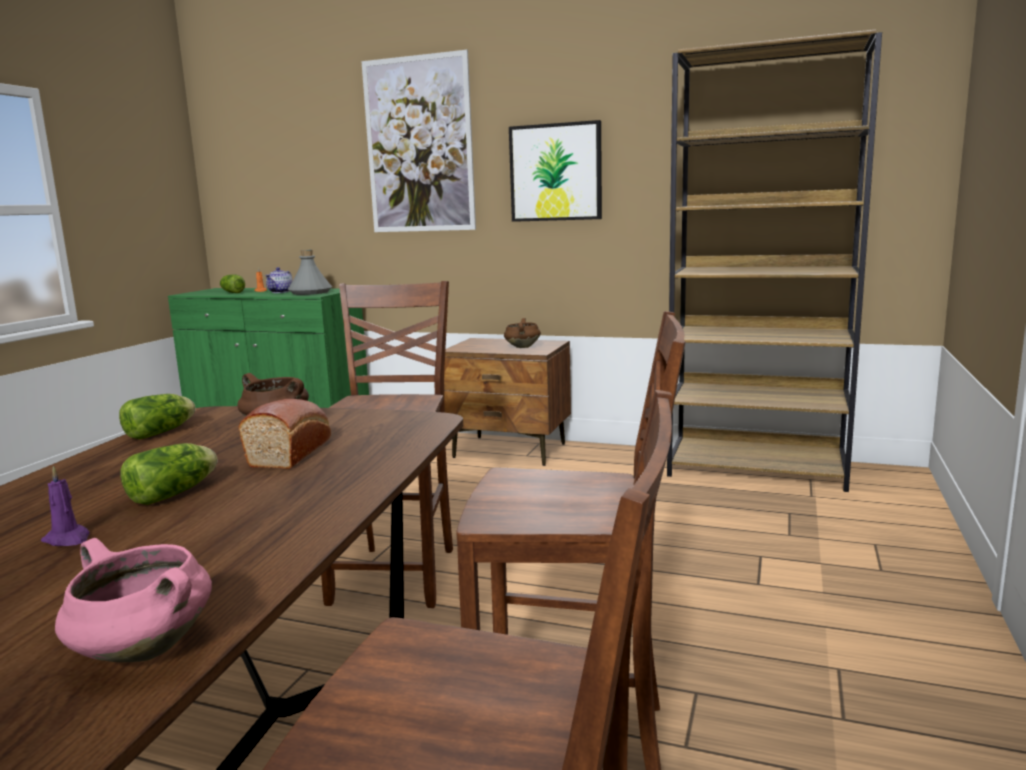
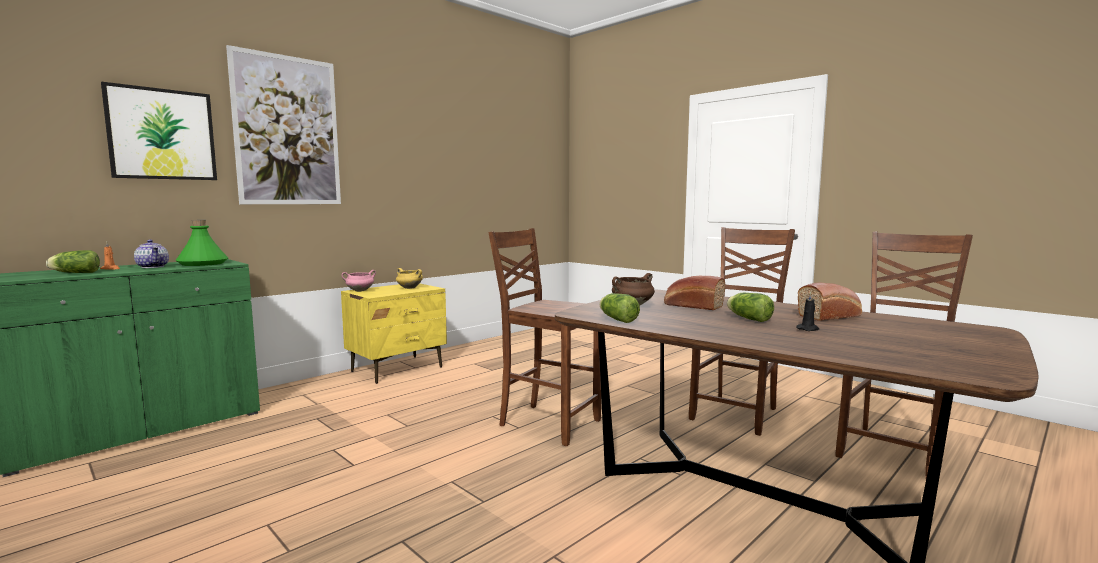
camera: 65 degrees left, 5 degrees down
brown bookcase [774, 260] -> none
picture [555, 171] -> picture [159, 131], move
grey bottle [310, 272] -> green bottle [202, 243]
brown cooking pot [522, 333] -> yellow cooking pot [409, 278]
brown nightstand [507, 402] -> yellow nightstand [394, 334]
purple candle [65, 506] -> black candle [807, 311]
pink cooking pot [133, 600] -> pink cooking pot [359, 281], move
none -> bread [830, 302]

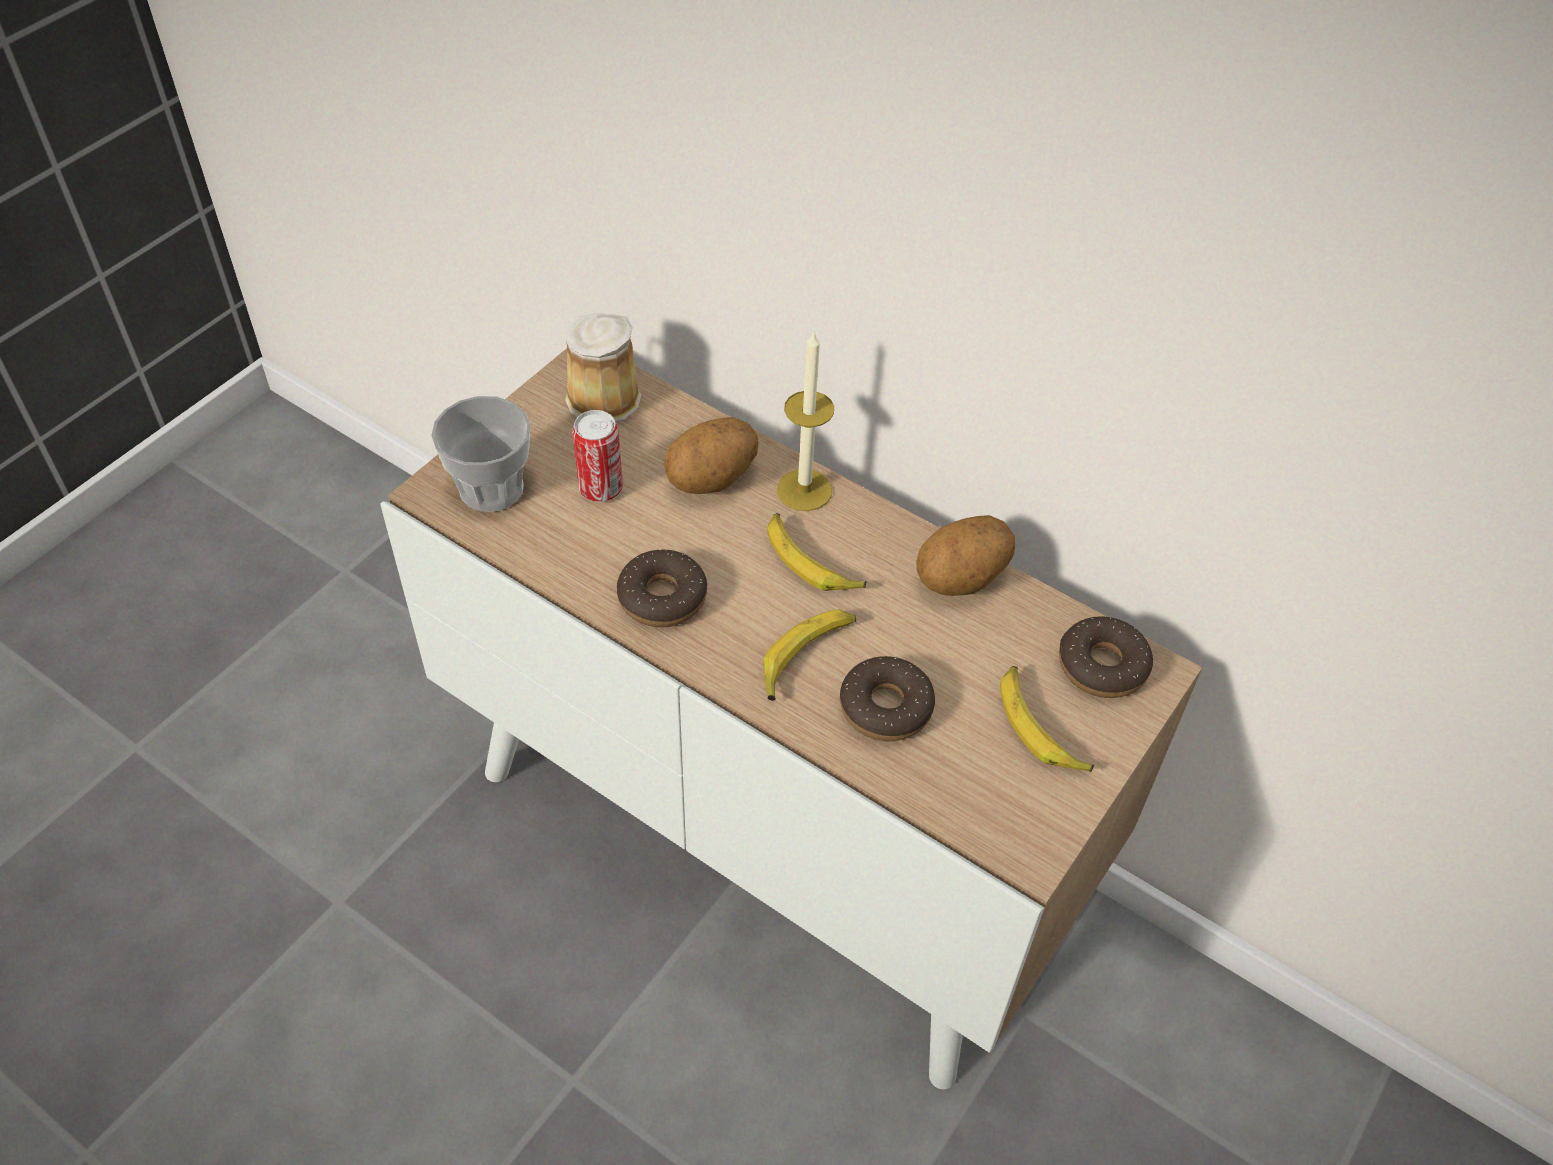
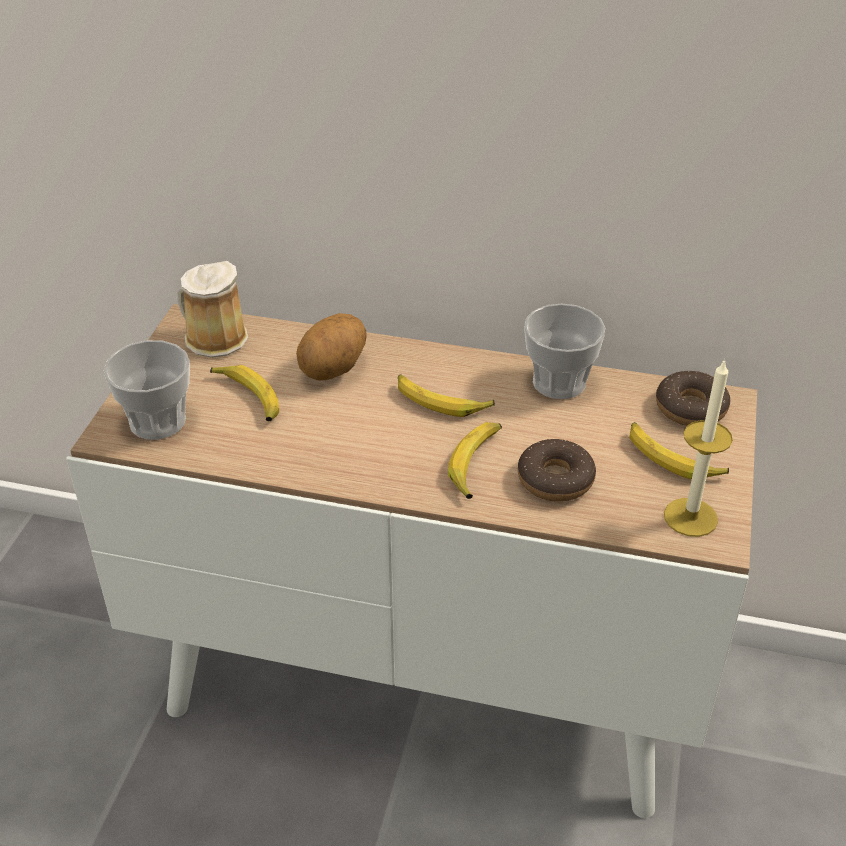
camera: 20 degrees left, 10 degrees down
candle [805, 421] -> candle [698, 448], move
can [597, 456] -> banana [244, 393]
potato [965, 555] -> cup [564, 351]
donut [662, 588] -> none

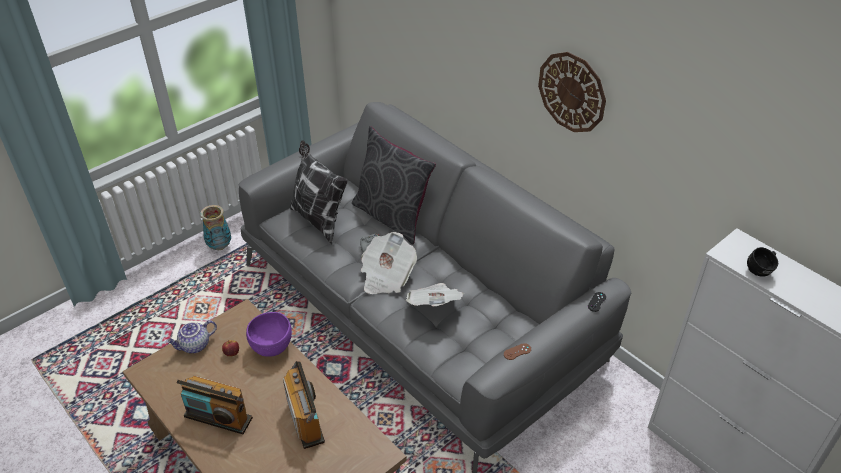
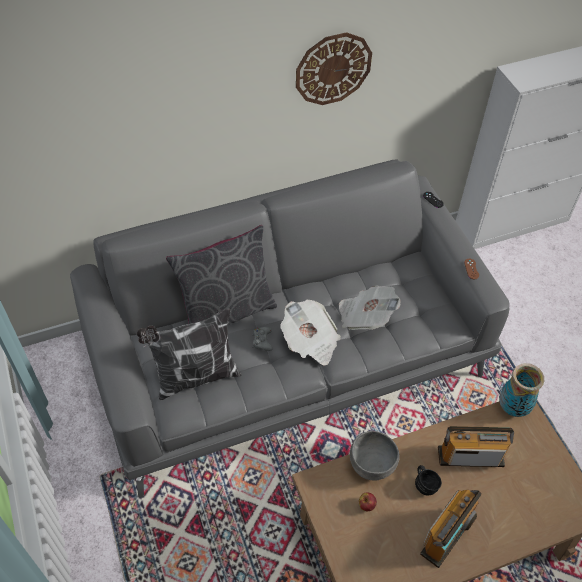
camera: 70 degrees left, 10 degrees up
vase [215, 227] -> vase [521, 390], move
black mug [762, 262] -> black mug [428, 480], move
purple bowl [269, 334] -> grey bowl [375, 456]
teapot [191, 336] -> none

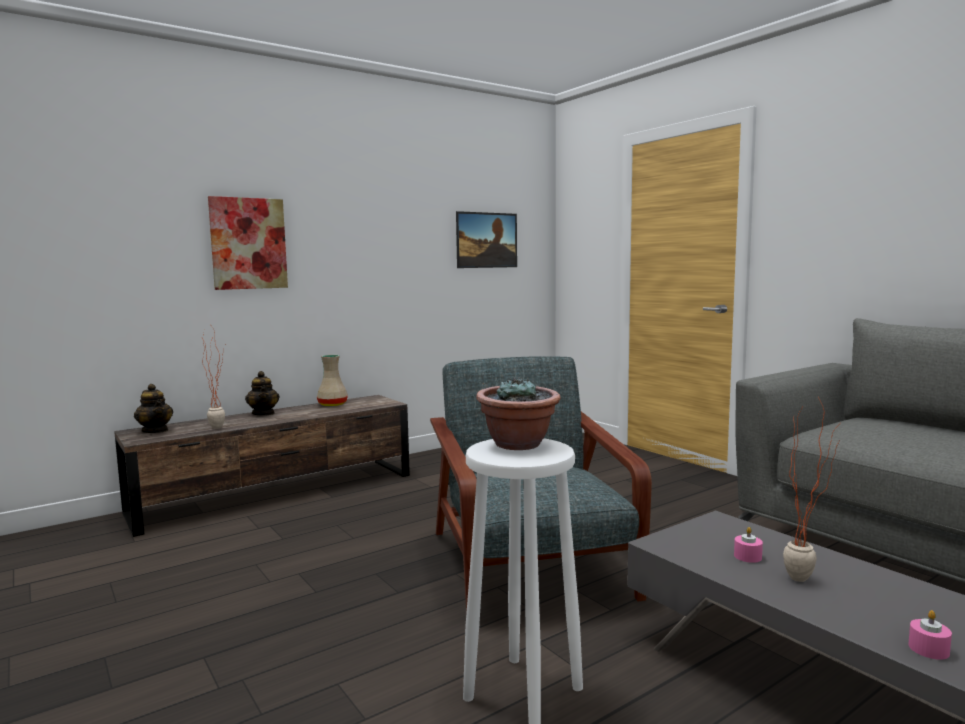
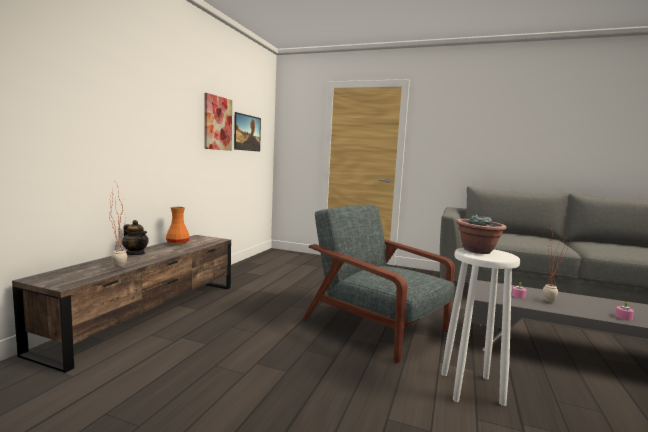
camera: 35 degrees left, 0 degrees up
picture [248, 243] -> picture [218, 122], move
beige vase [332, 380] -> orange vase [178, 226]
teapot [153, 408] -> none

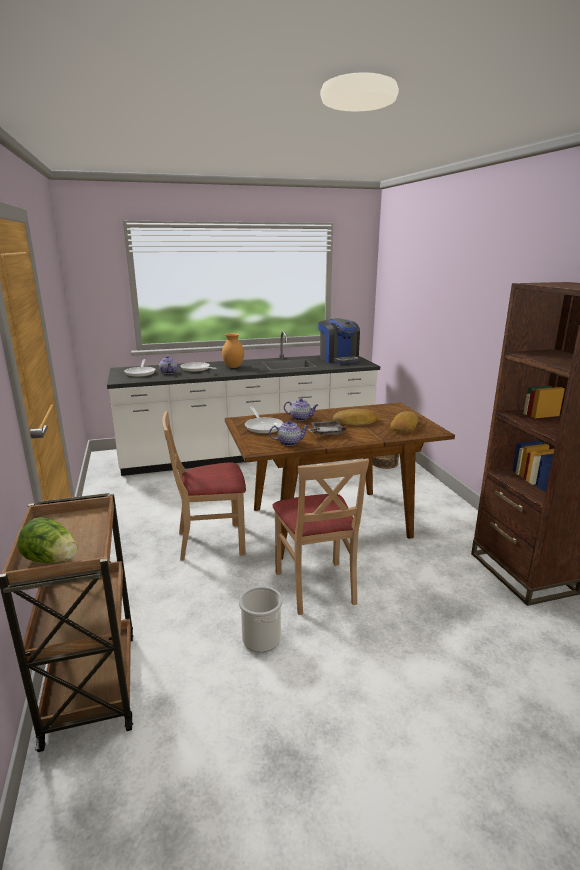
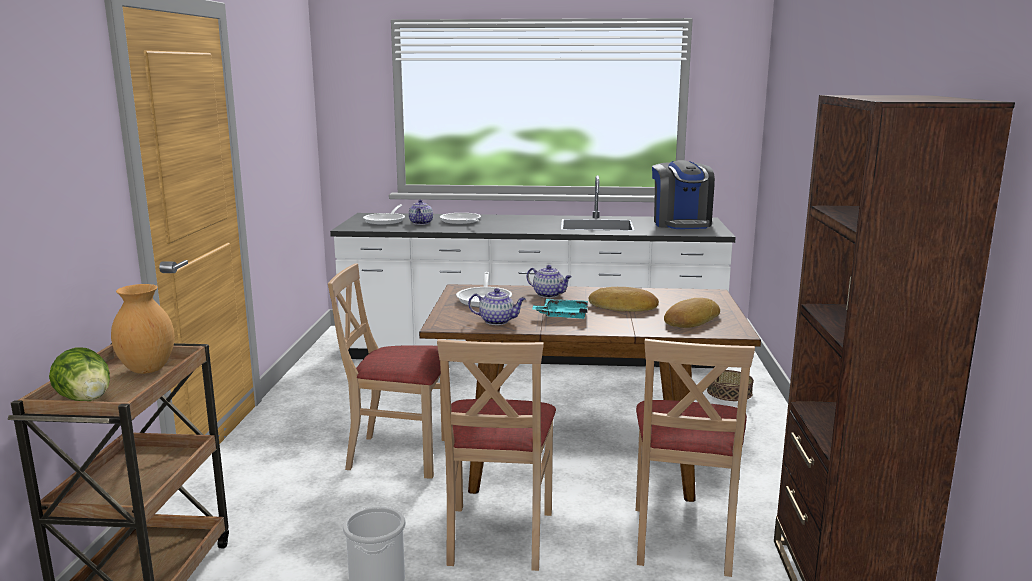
camera: 20 degrees right, 5 degrees down
brown vase [233, 350] -> brown vase [143, 329], move
grey tray [327, 428] -> turquoise tray [560, 309]
none -> beige chair [695, 458]

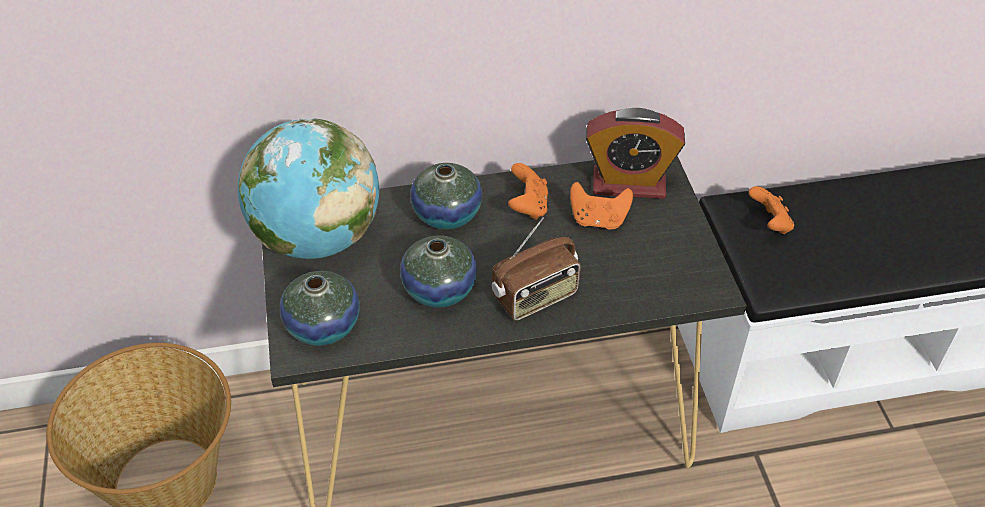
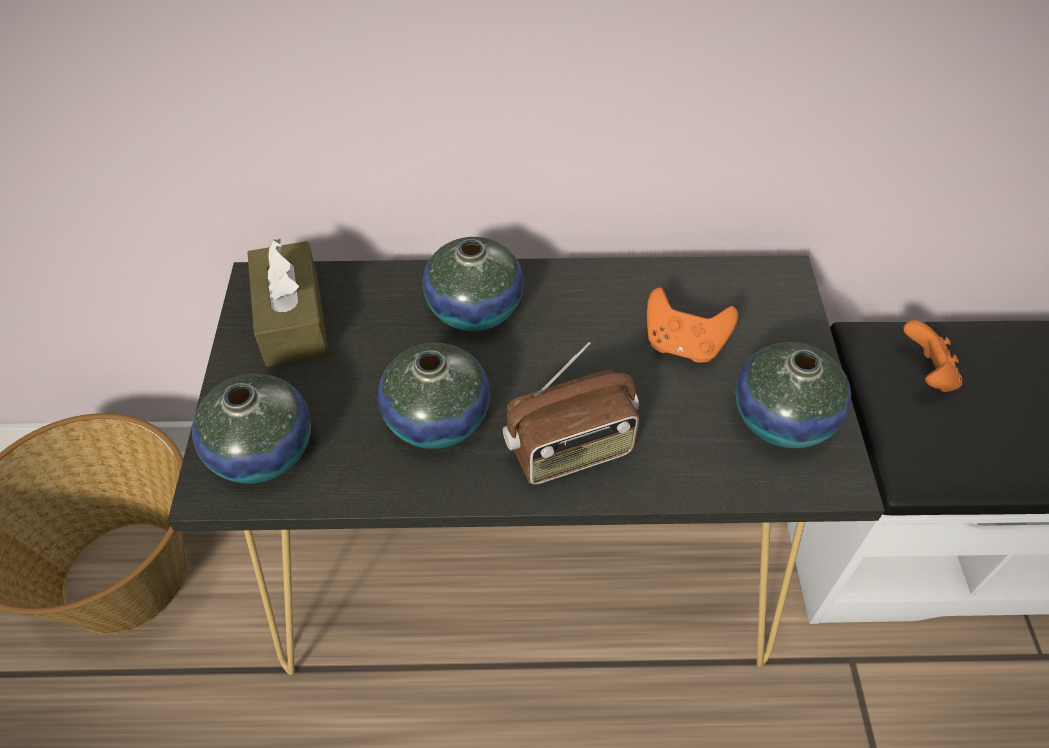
camera: 10 degrees right, 5 degrees up
alarm clock [635, 153] -> none
globe [308, 189] -> brown tissue box [288, 302]
orange game controller [528, 191] -> none
none -> vase [793, 395]

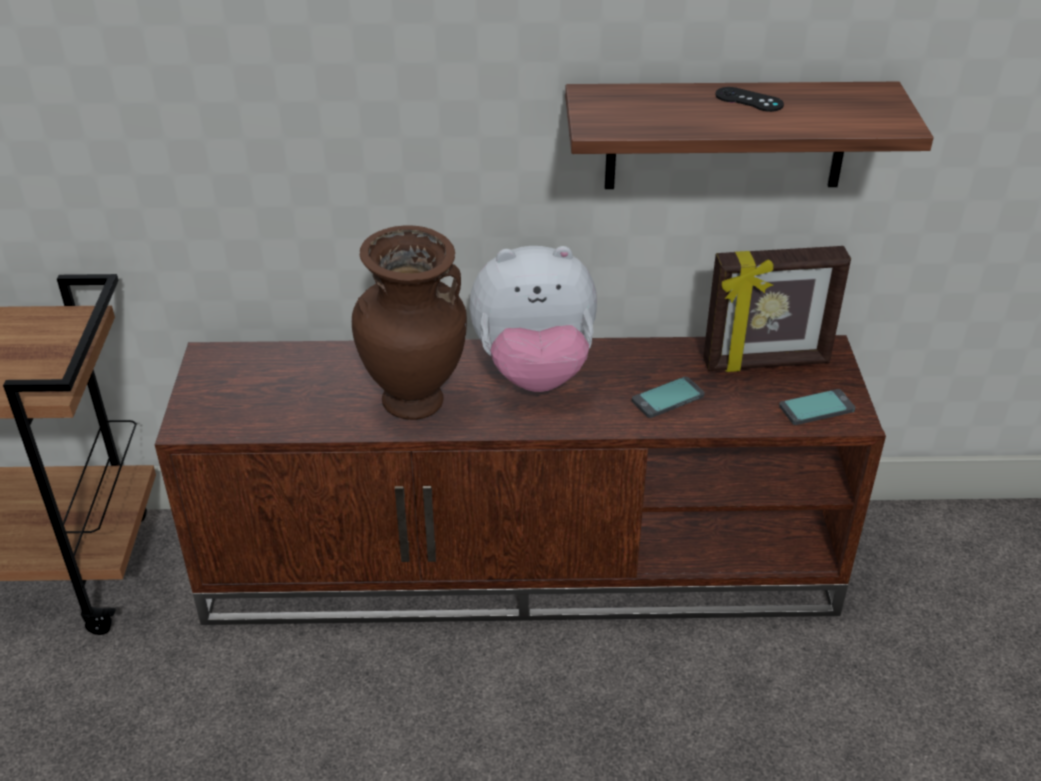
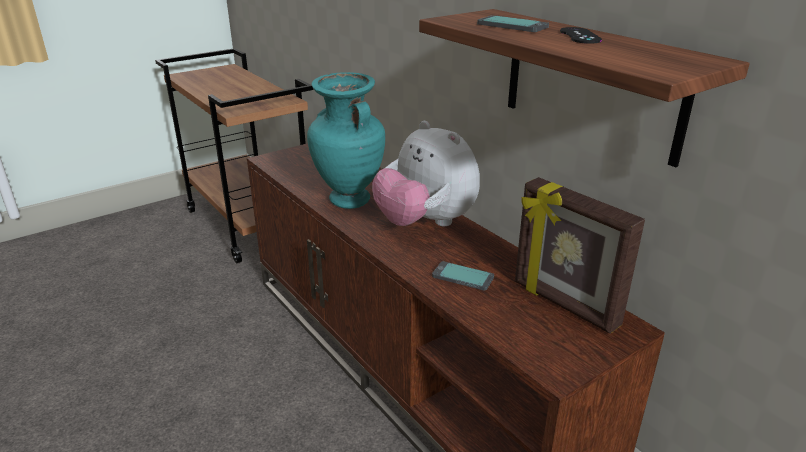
camera: 55 degrees right, 10 degrees down
brown vase [409, 322] -> turquoise vase [346, 140]
phone [817, 407] -> phone [513, 24], move

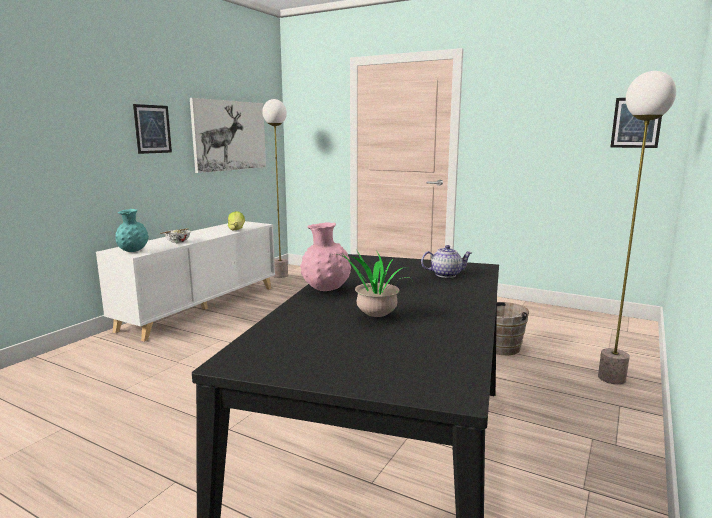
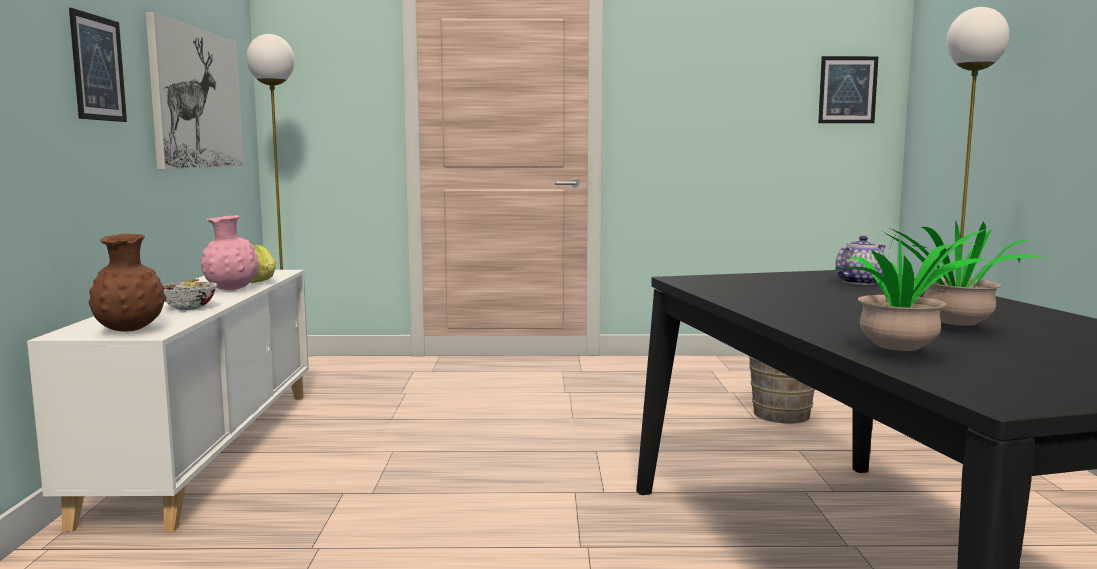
camera: 30 degrees left, 5 degrees down
turquoise vase [132, 230] -> brown vase [128, 283]
pink vase [325, 256] -> pink vase [230, 253], move
none -> potted plant [911, 291]

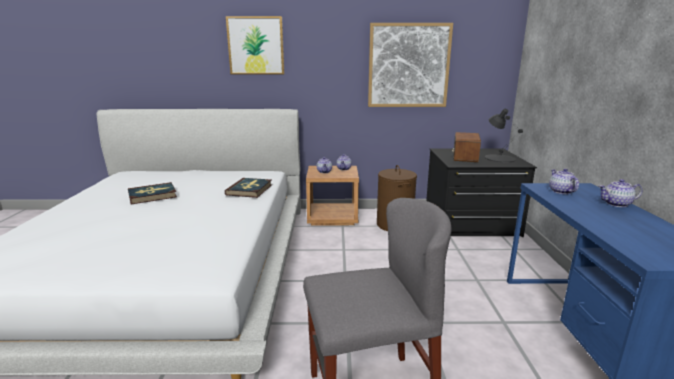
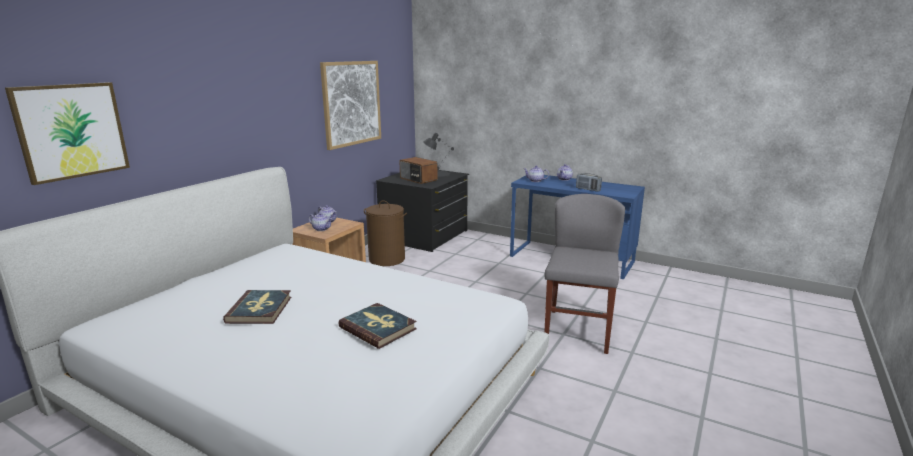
camera: 60 degrees left, 0 degrees up
picture [255, 45] -> picture [67, 133], move
book [248, 188] -> book [377, 326], move
none -> radio [589, 182]

